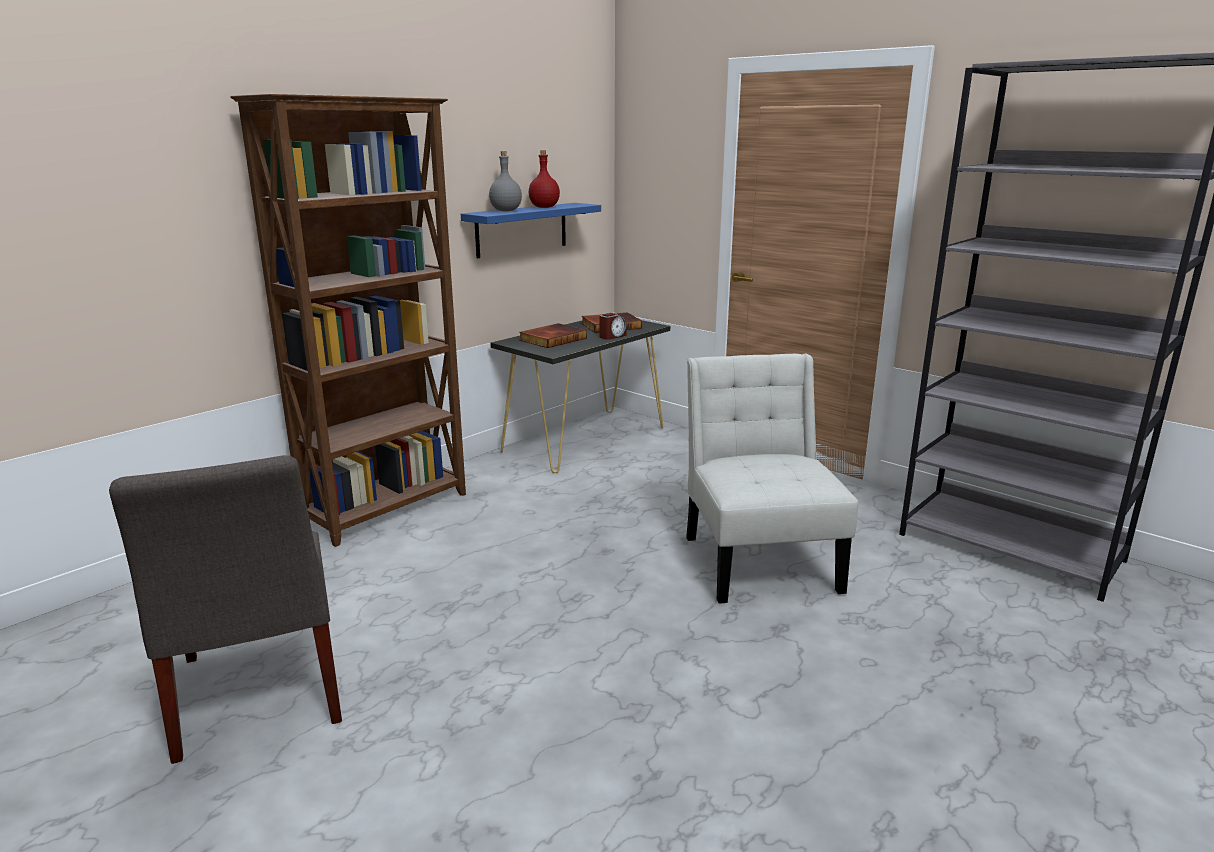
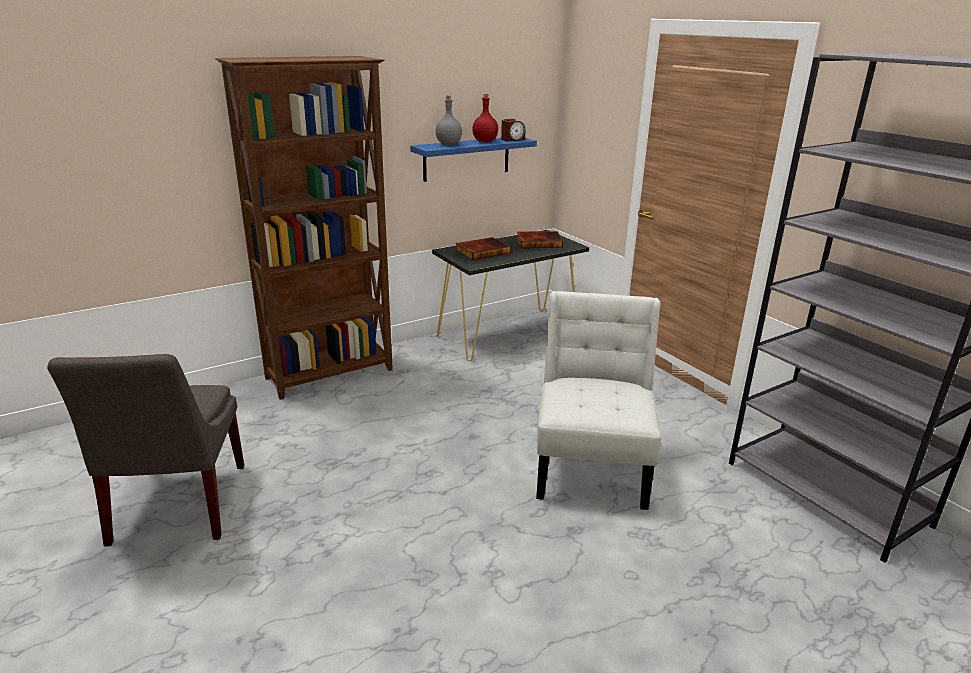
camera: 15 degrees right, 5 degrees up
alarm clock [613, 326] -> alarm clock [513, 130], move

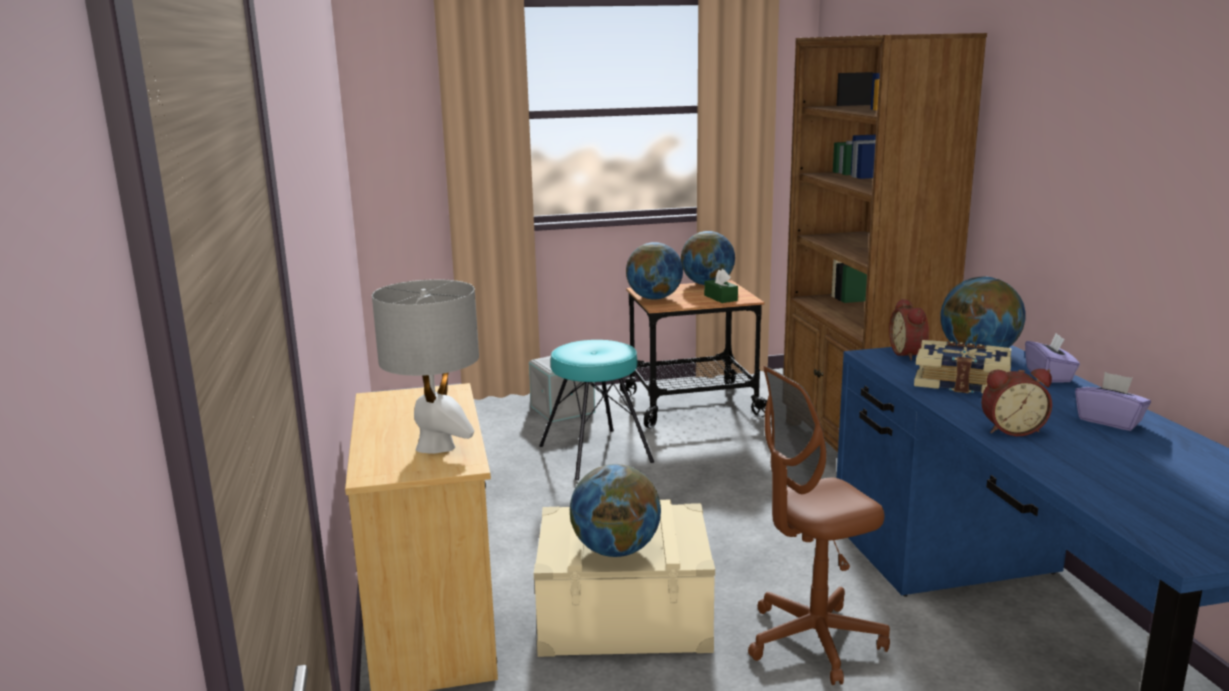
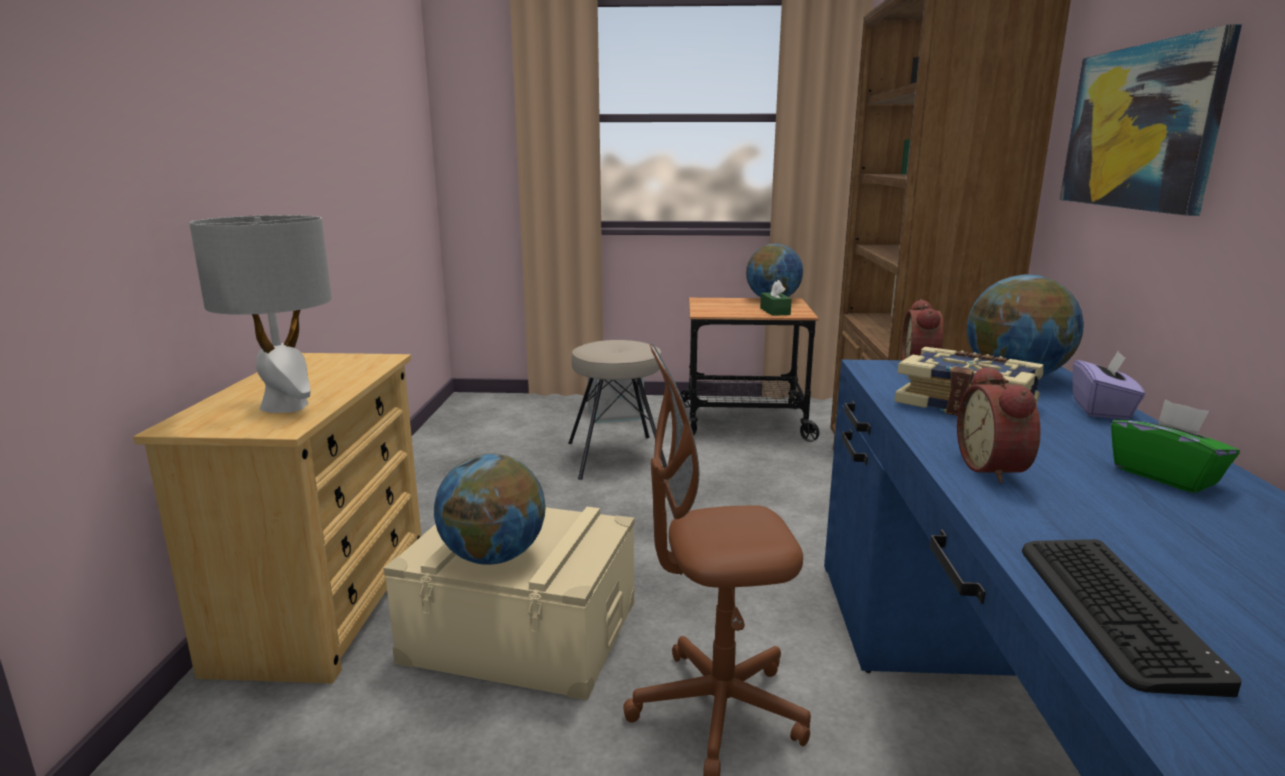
camera: 15 degrees right, 0 degrees up
globe [654, 271] -> none
turquoise stool [596, 410] -> beige stool [617, 410]
alarm clock [1016, 402] -> alarm clock [999, 425], 75 degrees clockwise
purple tissue box [1113, 401] -> green tissue box [1175, 446]
none -> picture [1151, 120]
none -> keyboard [1132, 618]

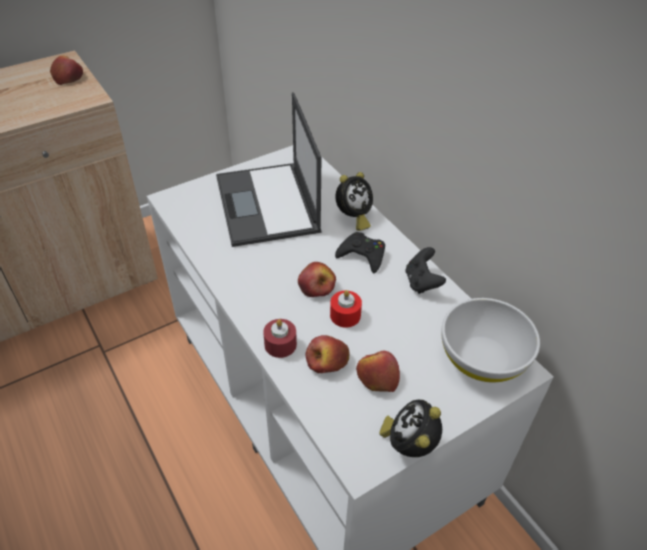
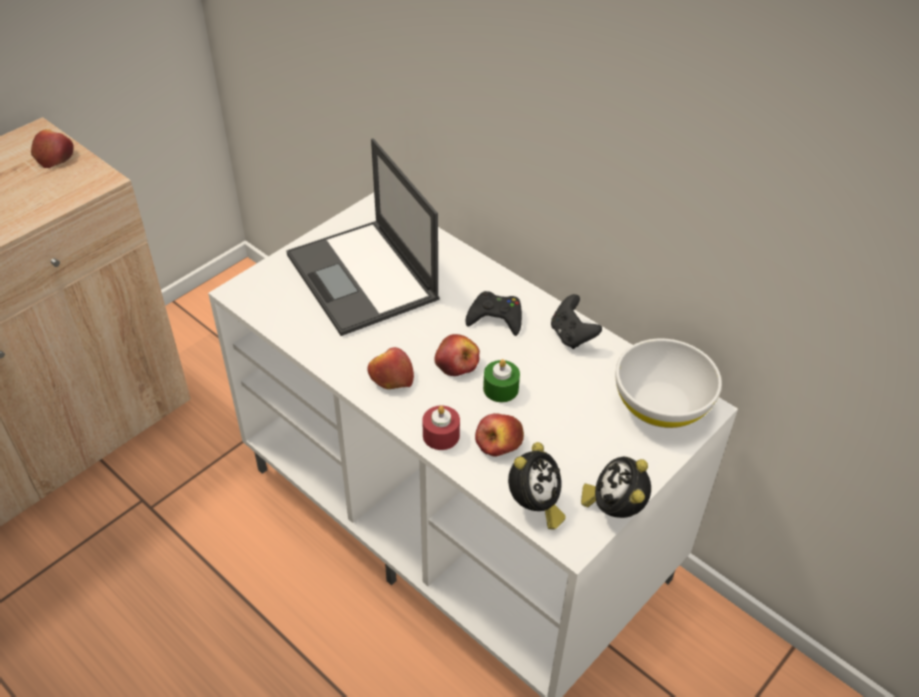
camera: 15 degrees left, 0 degrees up
alarm clock [354, 201] -> alarm clock [537, 486], move
red candle [346, 309] -> green candle [501, 380]
apple [378, 371] -> apple [390, 368], move

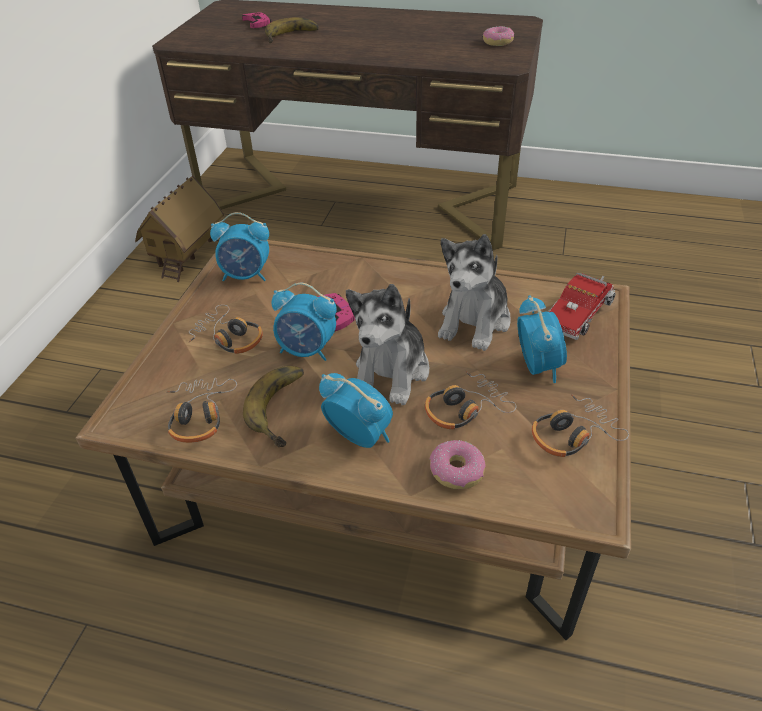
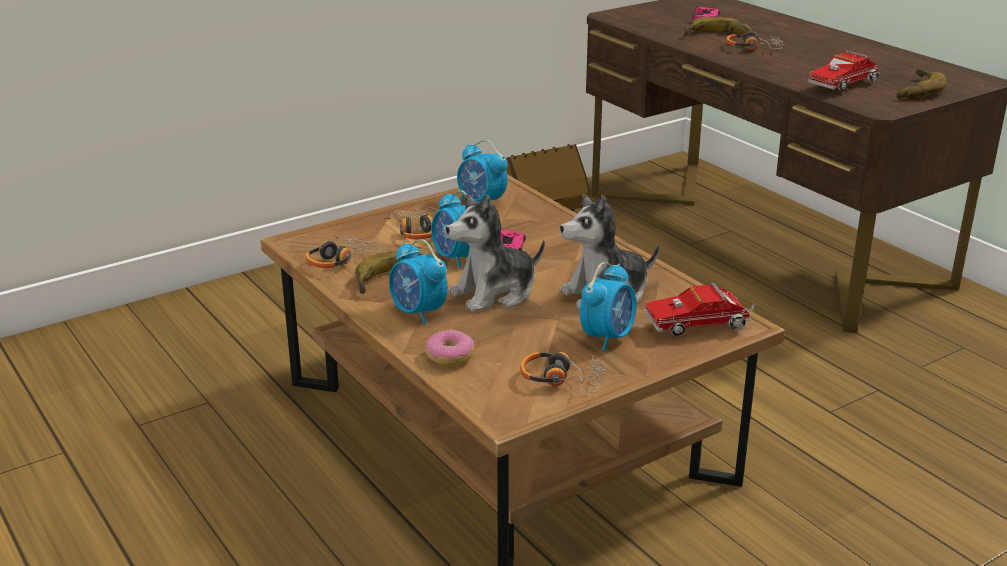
camera: 40 degrees right, 15 degrees down
donut [498, 36] -> banana [921, 84]
headphones [471, 400] -> headphones [754, 40], move
alarm clock [356, 410] -> alarm clock [418, 281], 150 degrees clockwise
none -> toy truck [844, 71]

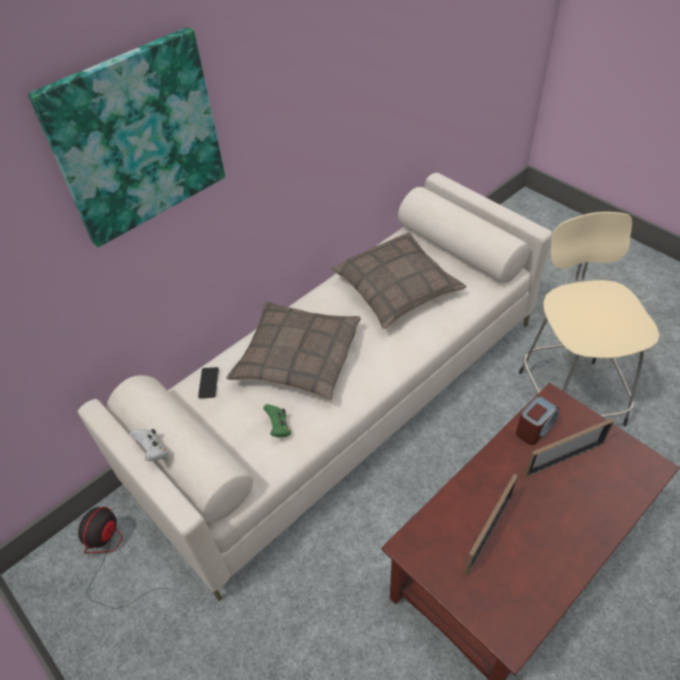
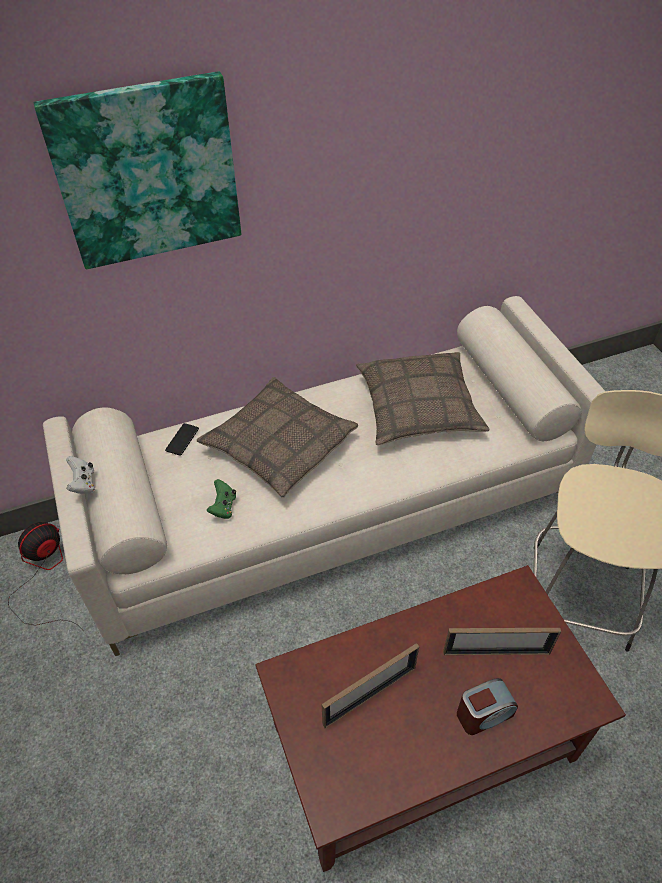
camera: 20 degrees right, 0 degrees up
alarm clock [537, 420] -> alarm clock [487, 706], move

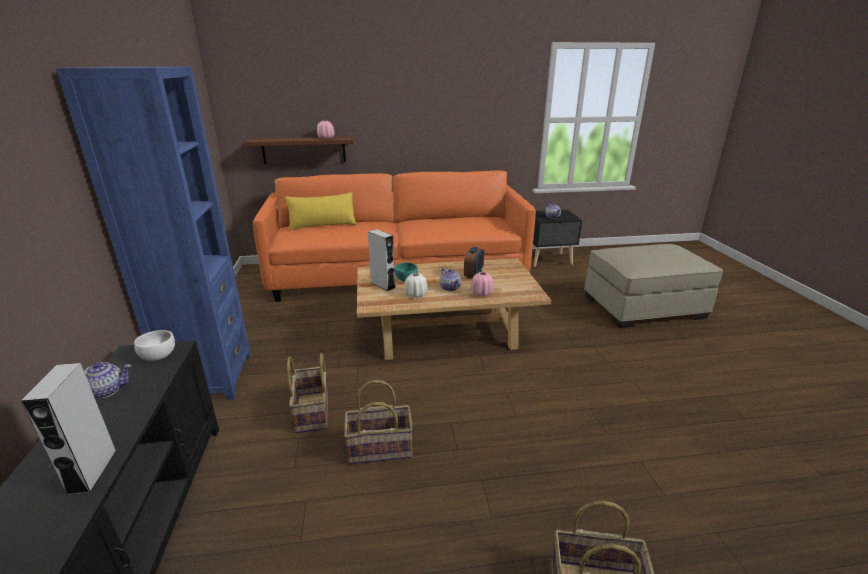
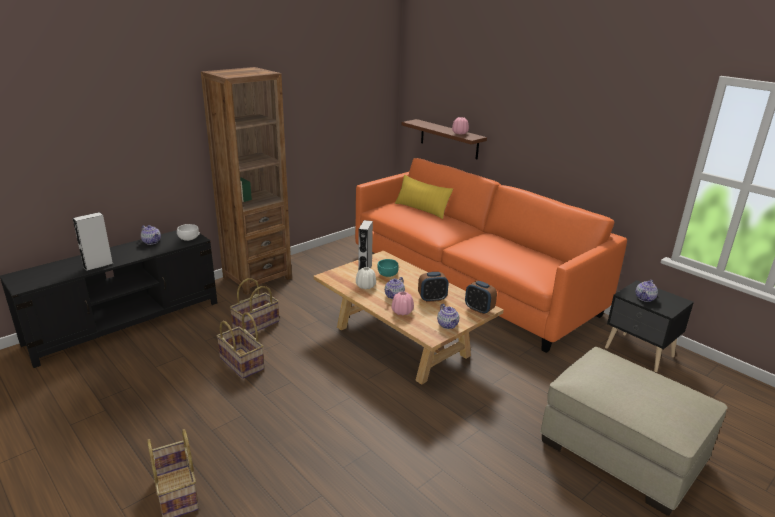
camera: 55 degrees right, 0 degrees up
blue bookcase [153, 233] -> brown bookcase [246, 181]
none -> alarm clock [481, 297]
none -> teapot [448, 316]

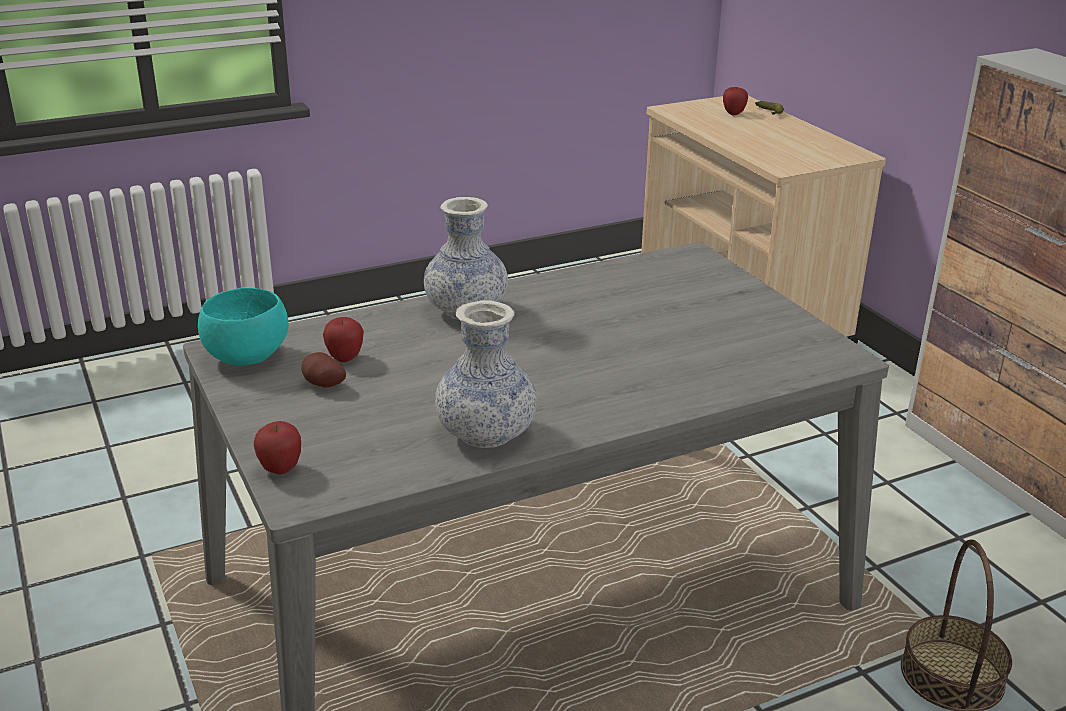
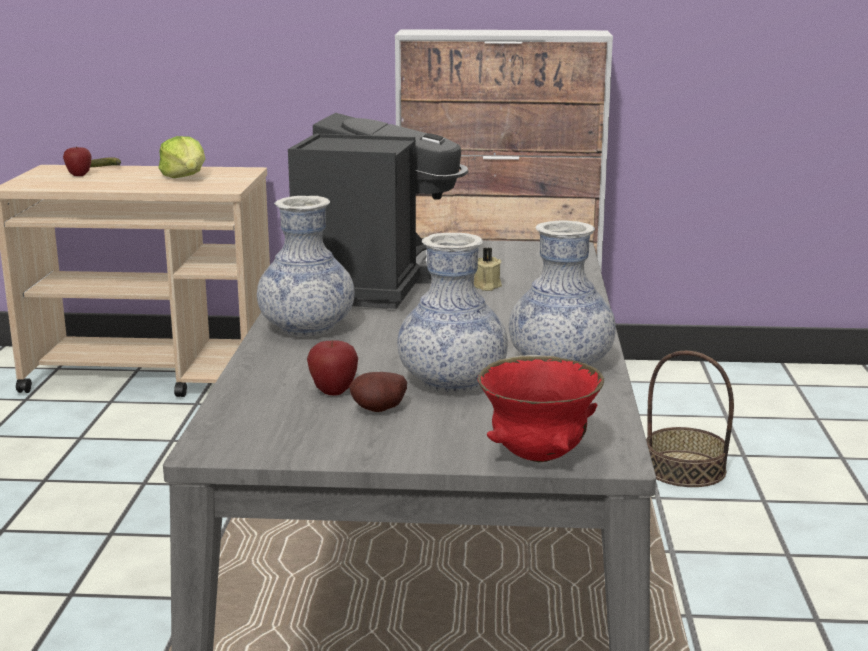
camera: 60 degrees left, 10 degrees down
turquoise bowl [243, 326] -> none
apple [277, 447] -> red bowl [541, 408]
none -> coffee machine [378, 211]
none -> lettuce [182, 157]
none -> vase [452, 313]
none -> beige candle [488, 269]

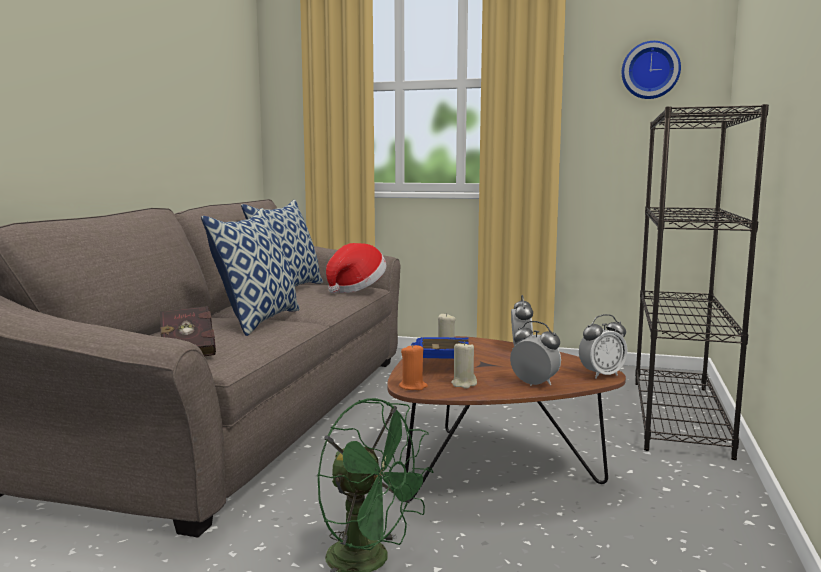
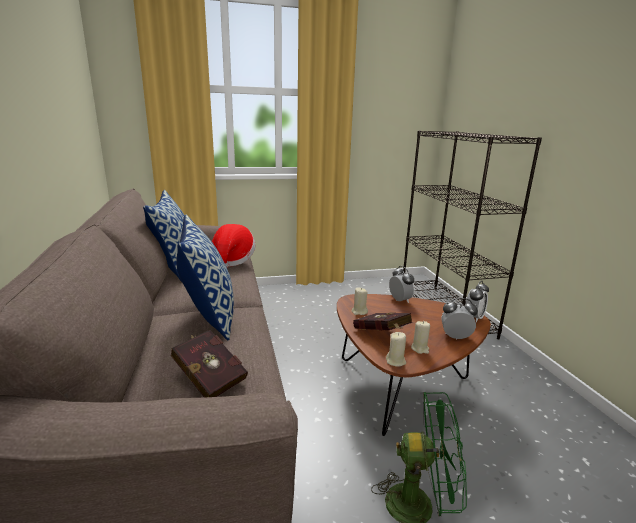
camera: 30 degrees left, 10 degrees up
wall clock [651, 70] -> none
blue book [440, 348] -> red book [382, 321]
orange candle [413, 367] -> beige candle [396, 349]

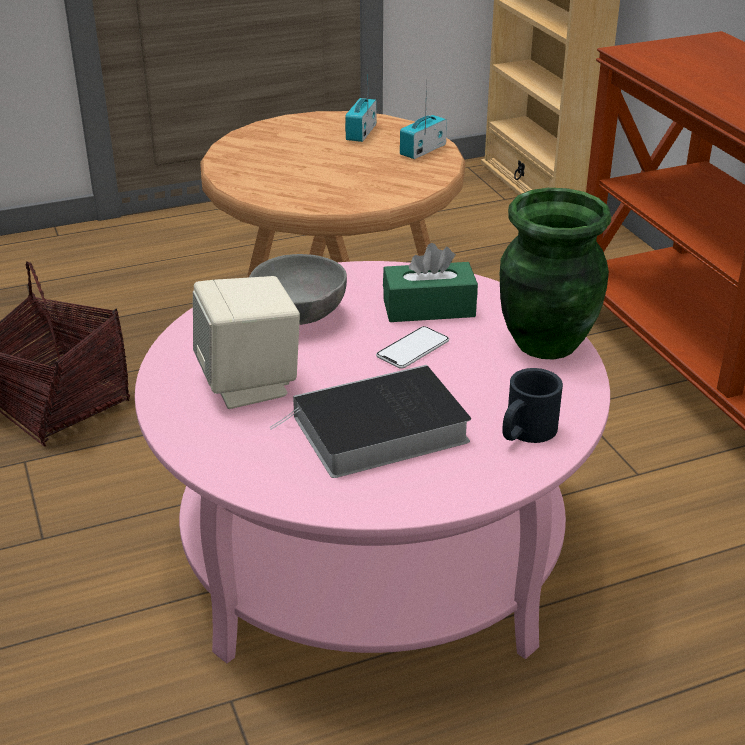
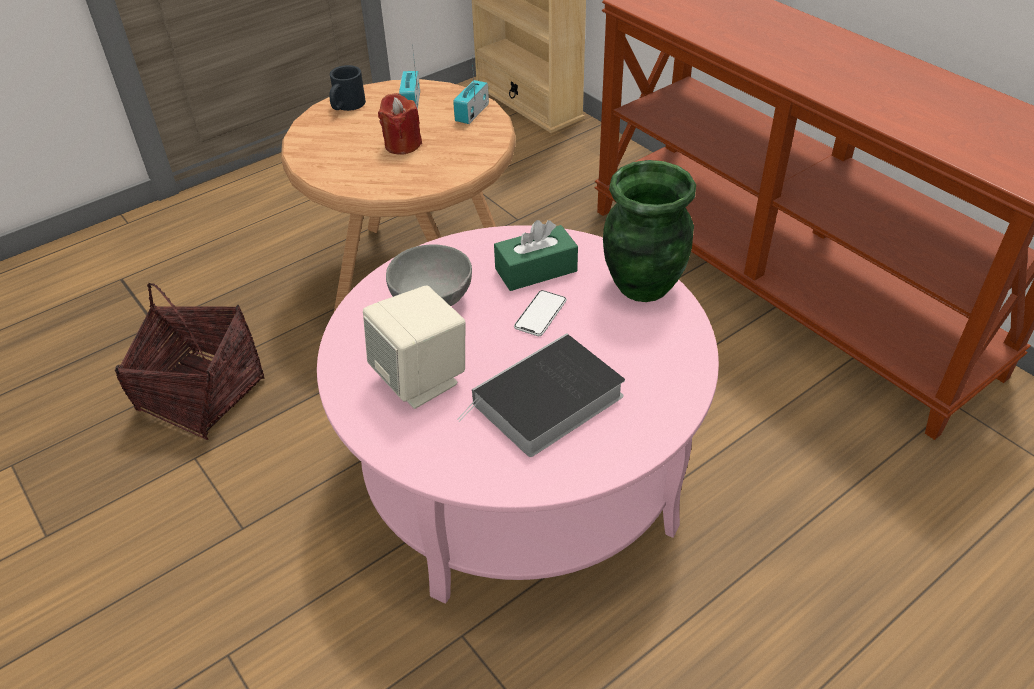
camera: 15 degrees left, 10 degrees up
black mug [532, 405] -> black mug [347, 88], move
none -> red candle [400, 123]

